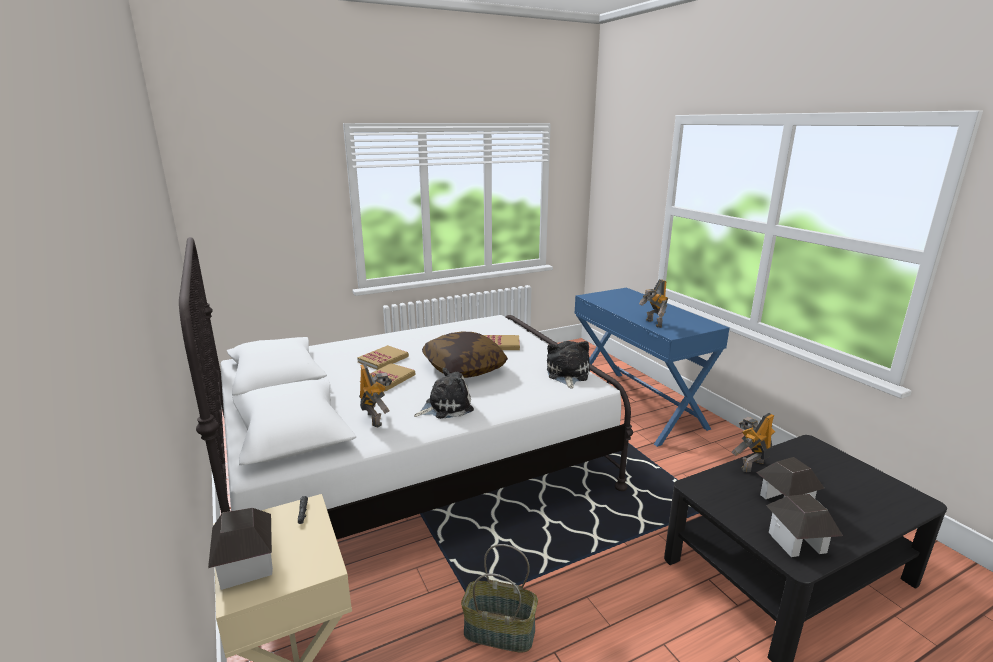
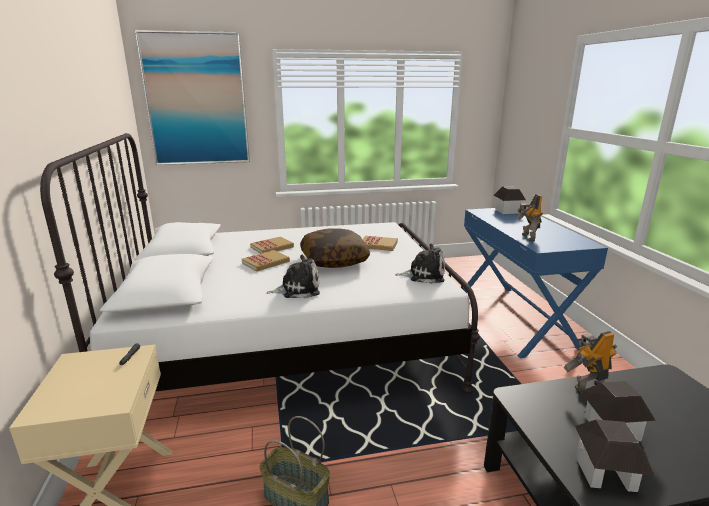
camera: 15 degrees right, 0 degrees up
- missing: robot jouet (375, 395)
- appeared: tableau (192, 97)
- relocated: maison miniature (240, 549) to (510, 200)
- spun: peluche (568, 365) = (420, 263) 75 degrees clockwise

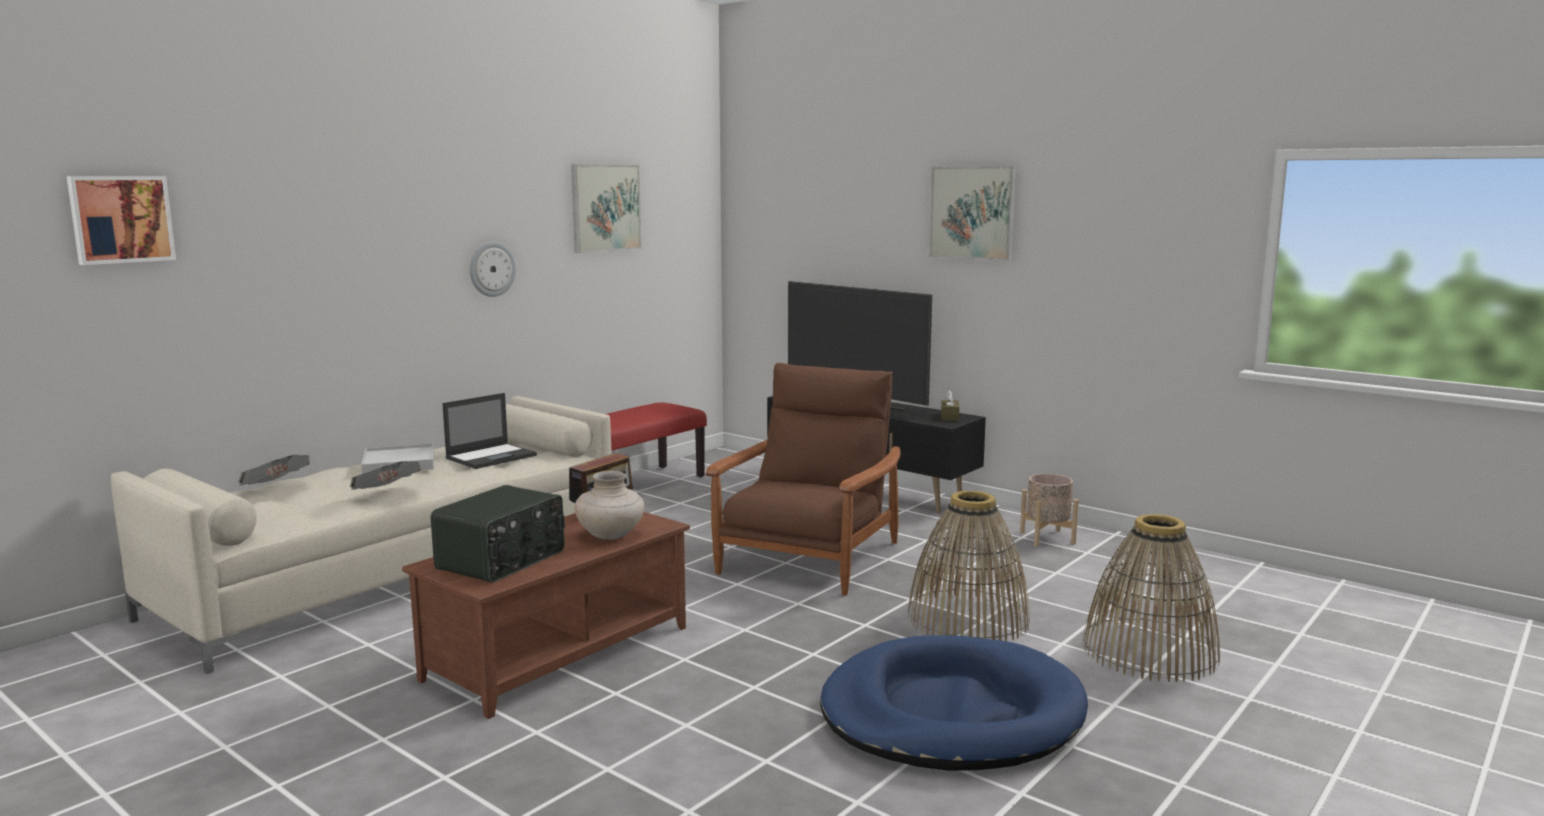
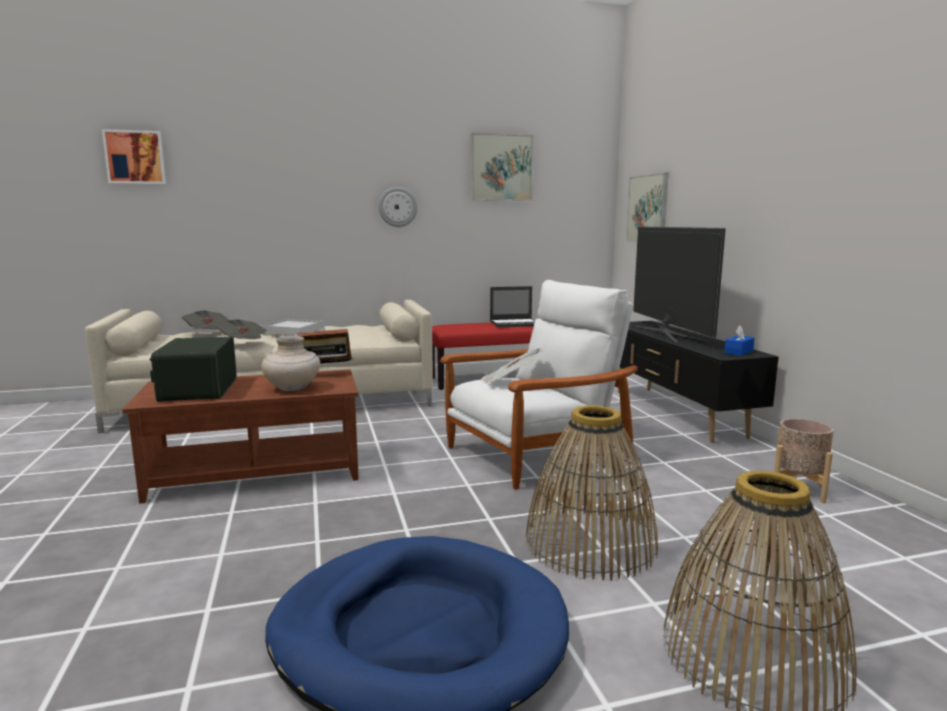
camera: 35 degrees right, 0 degrees up
- appeared: journal (512, 366)
- relocated: ordinateur portable (489, 431) to (512, 306)
- relocated: tableau (972, 213) to (647, 207)
- colour: fauteuil/marron (803, 479) to fauteuil/blanc (539, 385)
- colour: boîte à mouchoirs/marron (950, 405) to boîte à mouchoirs/bleu (739, 340)
- spun: radio (498, 534) = (193, 369) 105 degrees clockwise

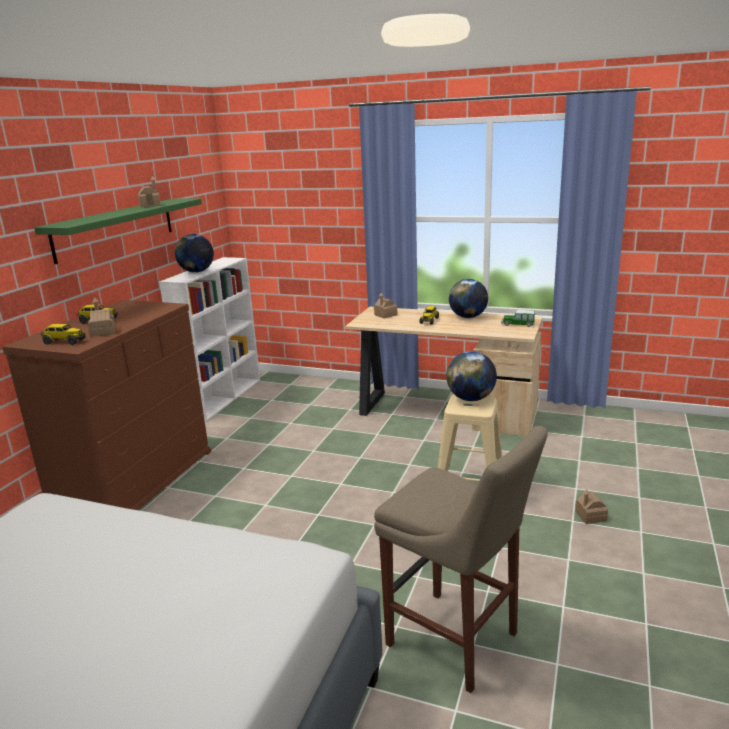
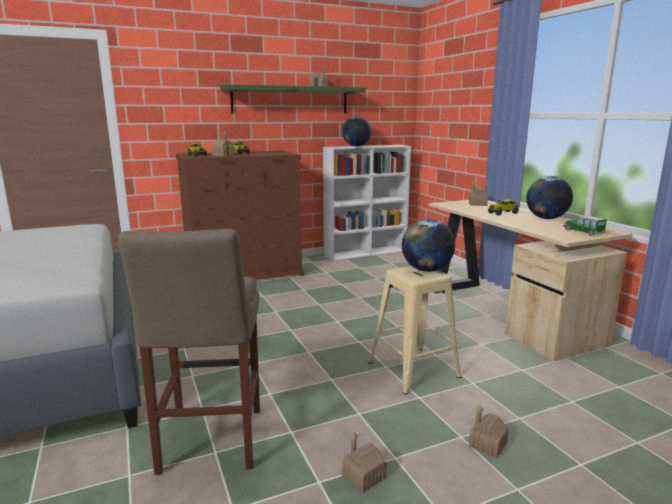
camera: 45 degrees right, 5 degrees down
- appeared: maison miniature (364, 462)

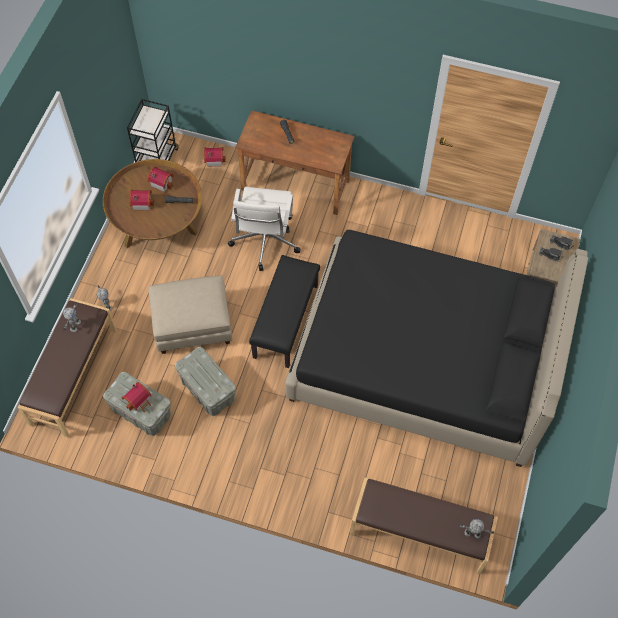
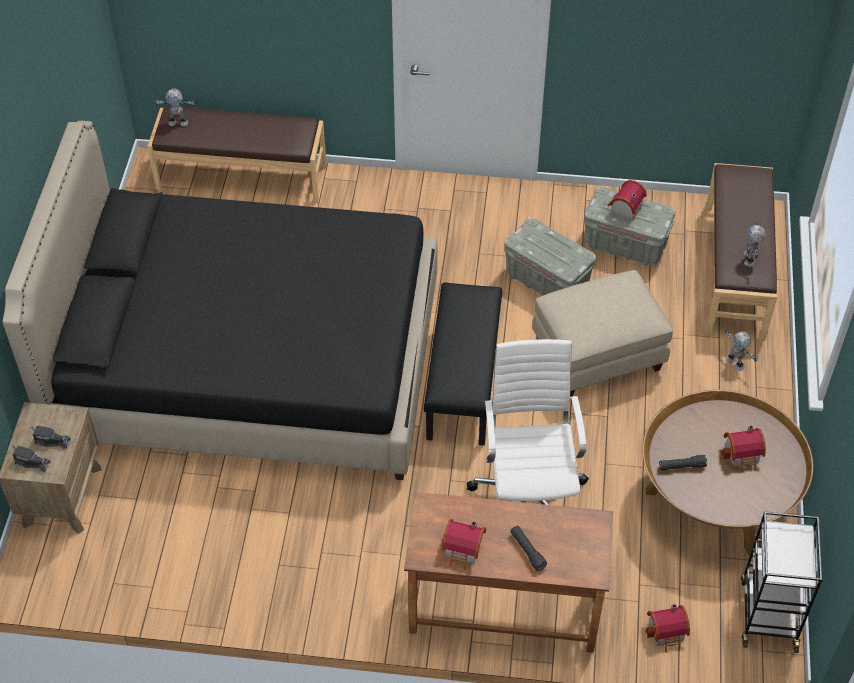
camera: 170 degrees right, 10 degrees down
- relocated: maison miniature (161, 179) to (463, 544)

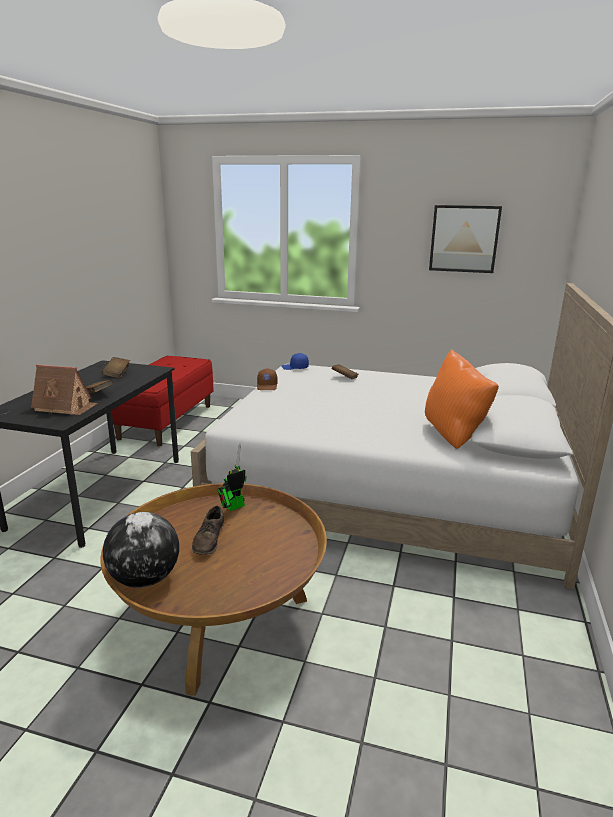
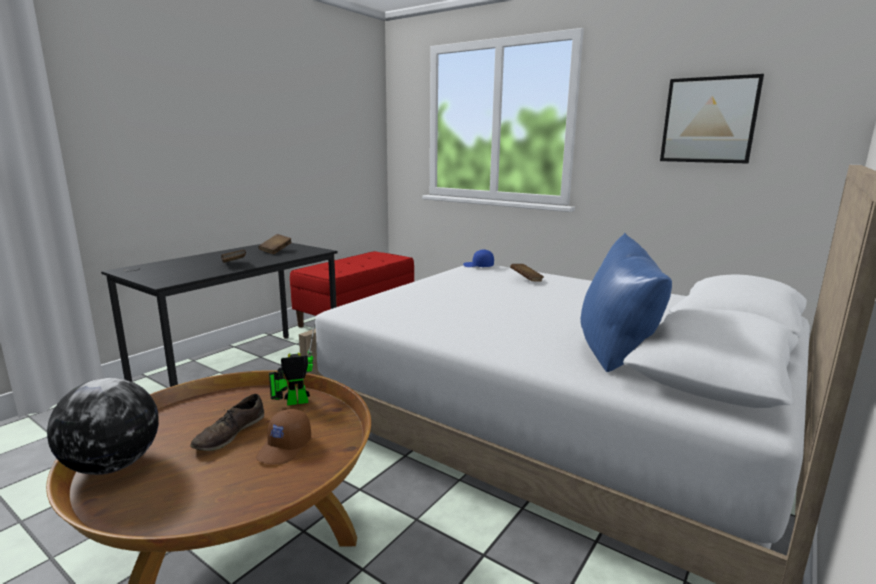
camera: 20 degrees right, 5 degrees down
- missing: maison miniature (64, 389)
- relocated: casquette/marron (267, 379) to (283, 436)
- colour: coussin/orange (462, 399) to coussin/bleu (626, 302)

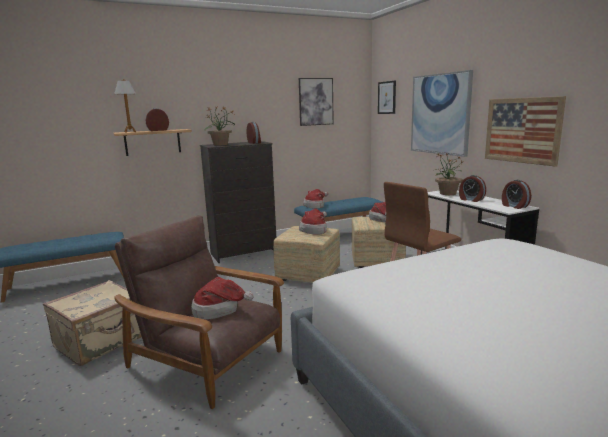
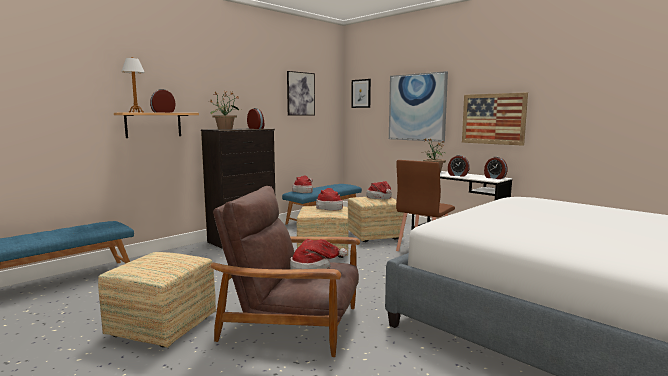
camera: 20 degrees left, 5 degrees down
- exchanged: valise/beige (92, 323) to pouf (157, 300)

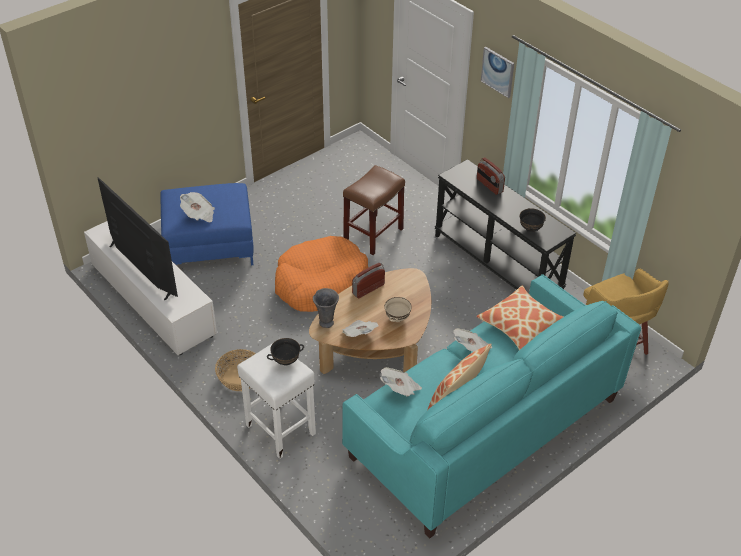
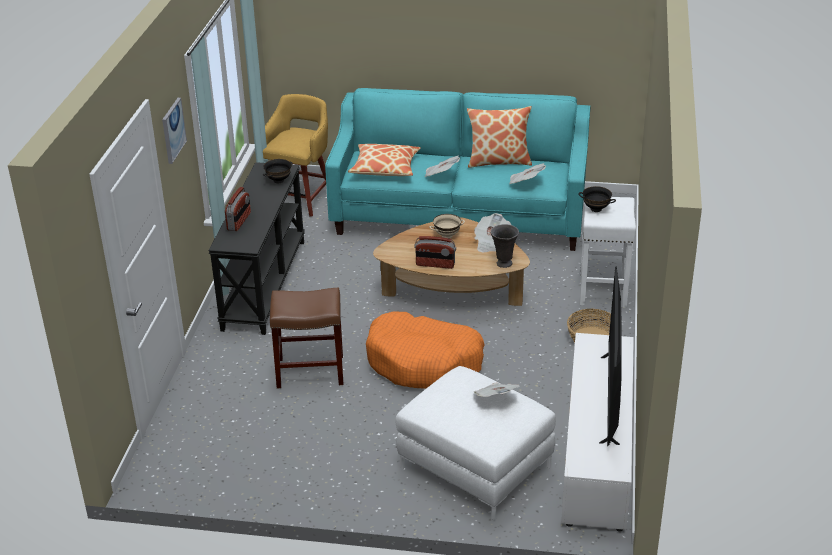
camera: 130 degrees left, 10 degrees down
- colour: pouf/bleu (207, 224) to pouf/blanc (475, 443)

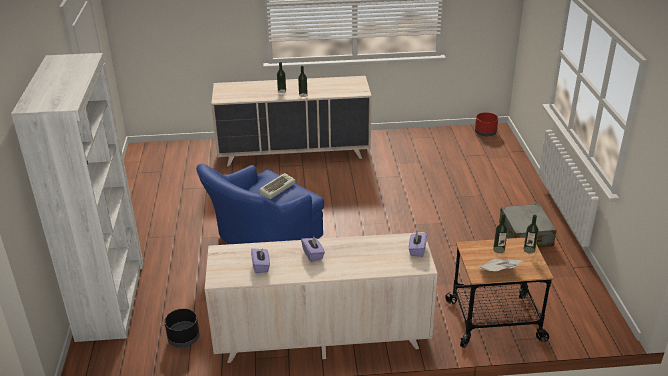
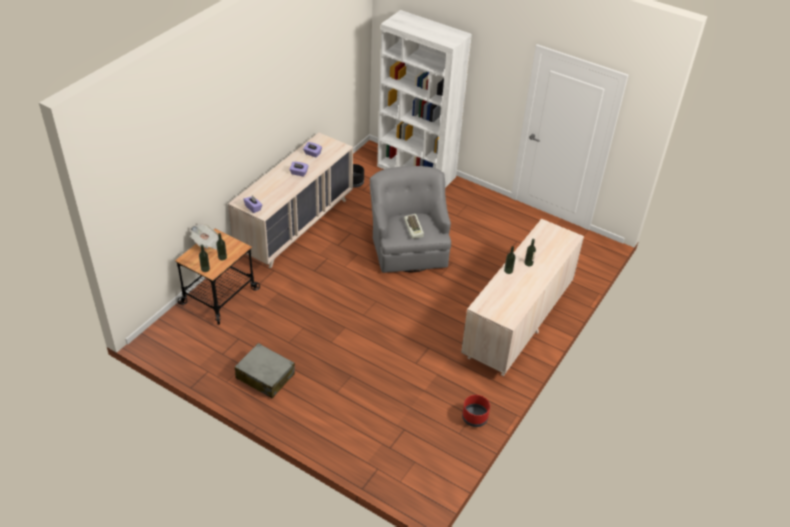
camera: 125 degrees right, 10 degrees up
- relocated: cache-pot/rouge (486, 124) to (476, 411)
- colour: fauteuil/bleu (260, 204) to fauteuil/gris (410, 219)

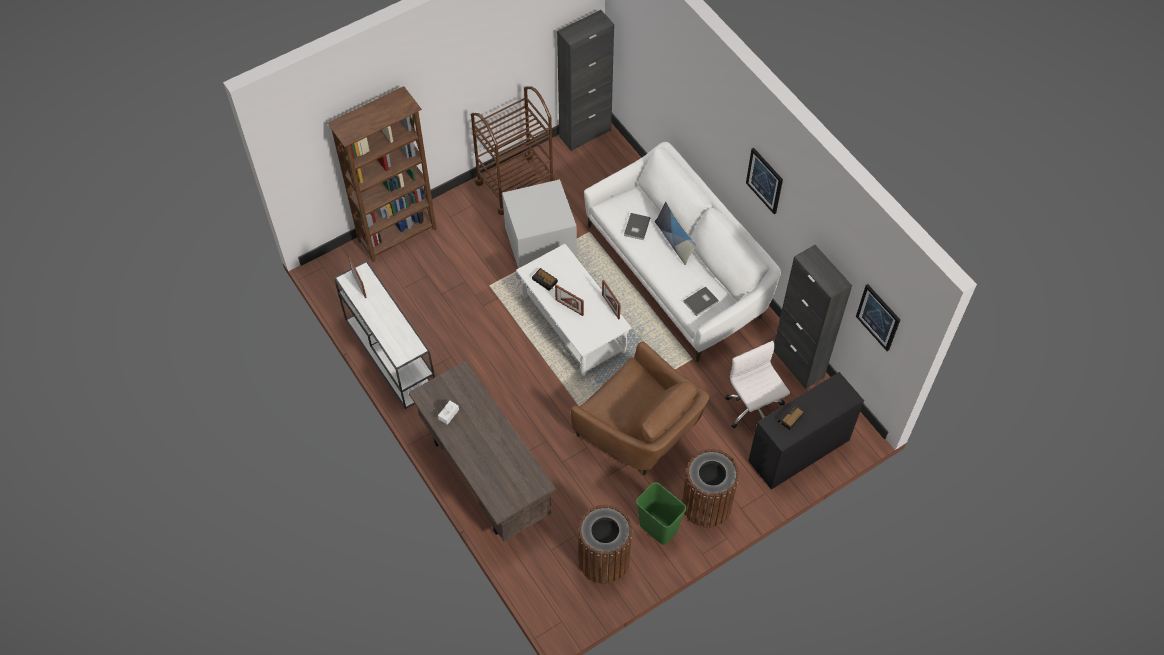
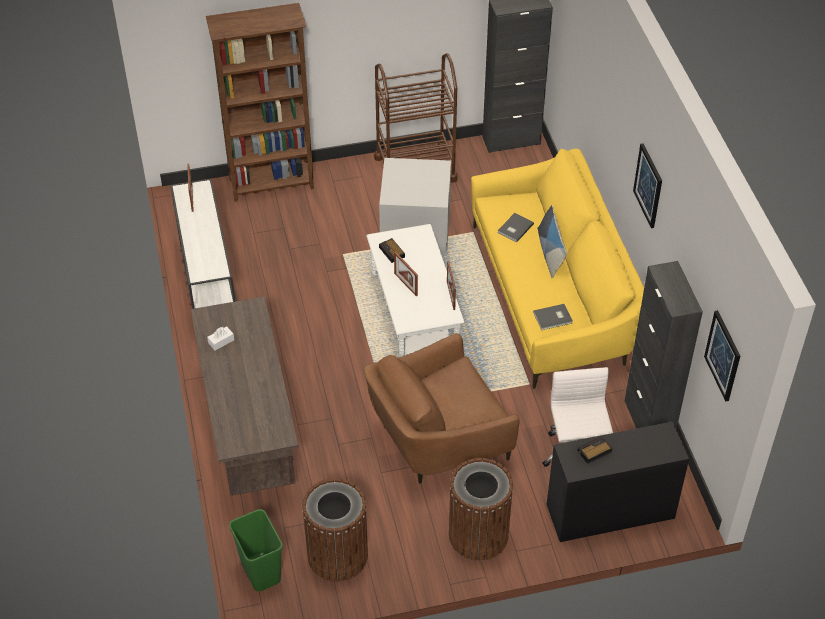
camera: 20 degrees right, 10 degrees down
- relocated: poubelle/vert (661, 513) to (256, 550)
- colour: canapé/blanc (682, 252) to canapé/jaune (557, 269)
- spun: fauteuil/marron (639, 408) = (442, 408) 90 degrees clockwise

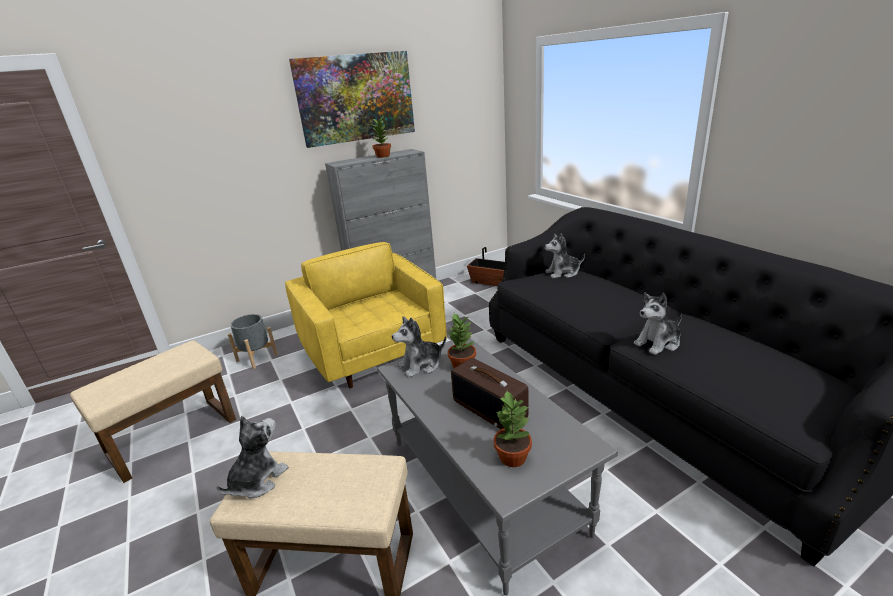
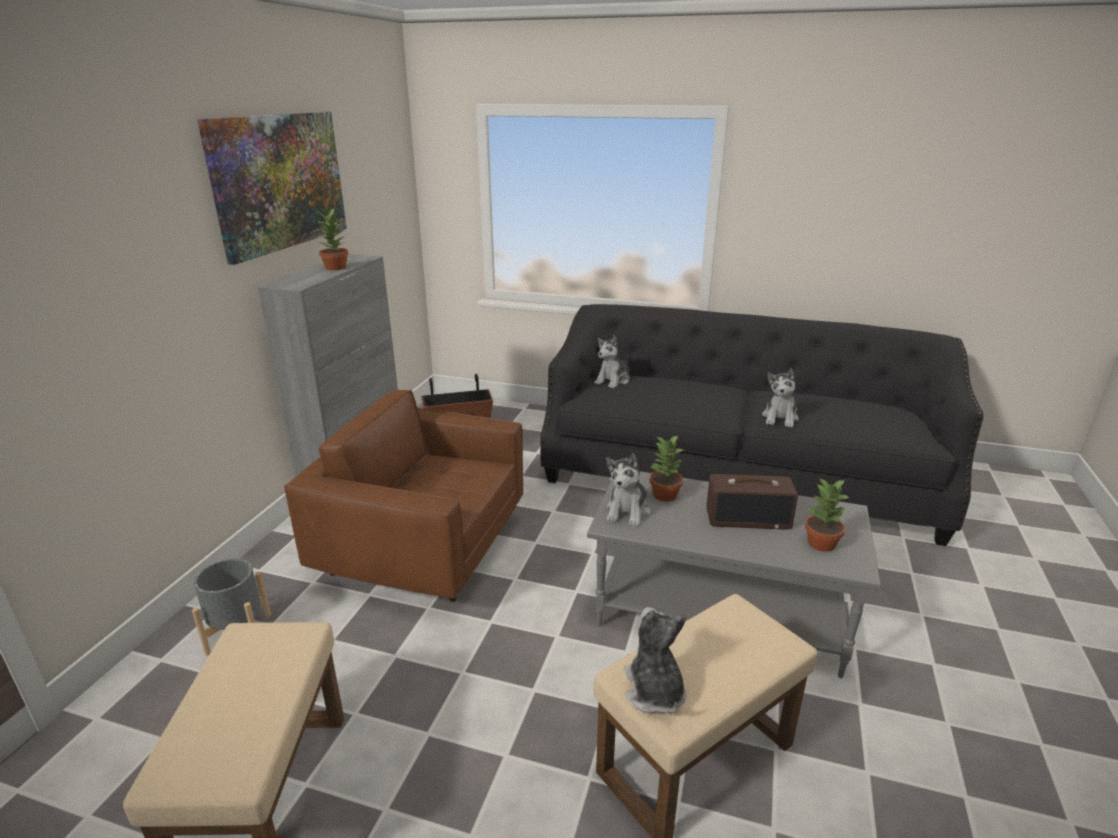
camera: 45 degrees left, 0 degrees up
- colour: fauteuil/jaune (366, 315) to fauteuil/marron (403, 496)

